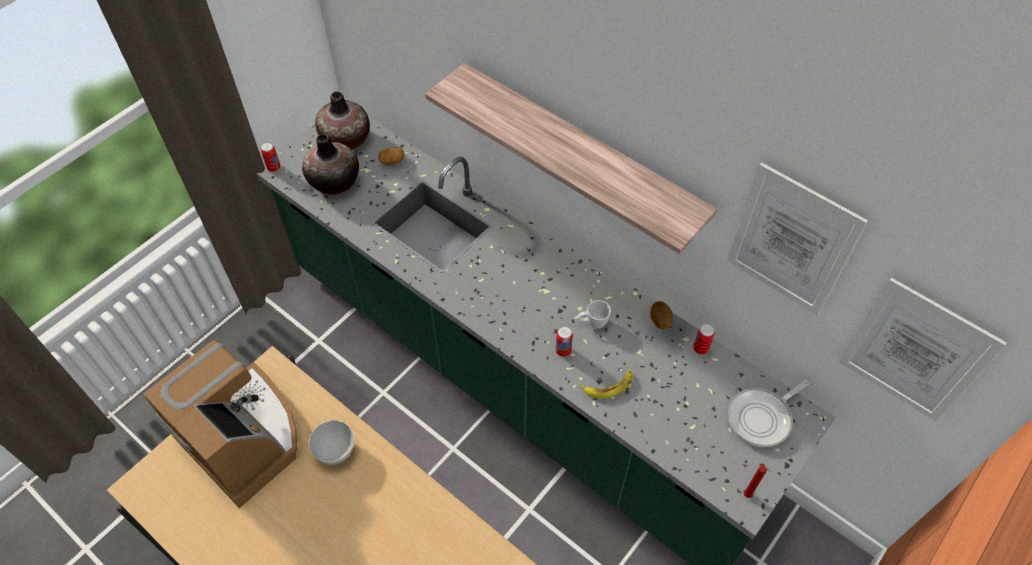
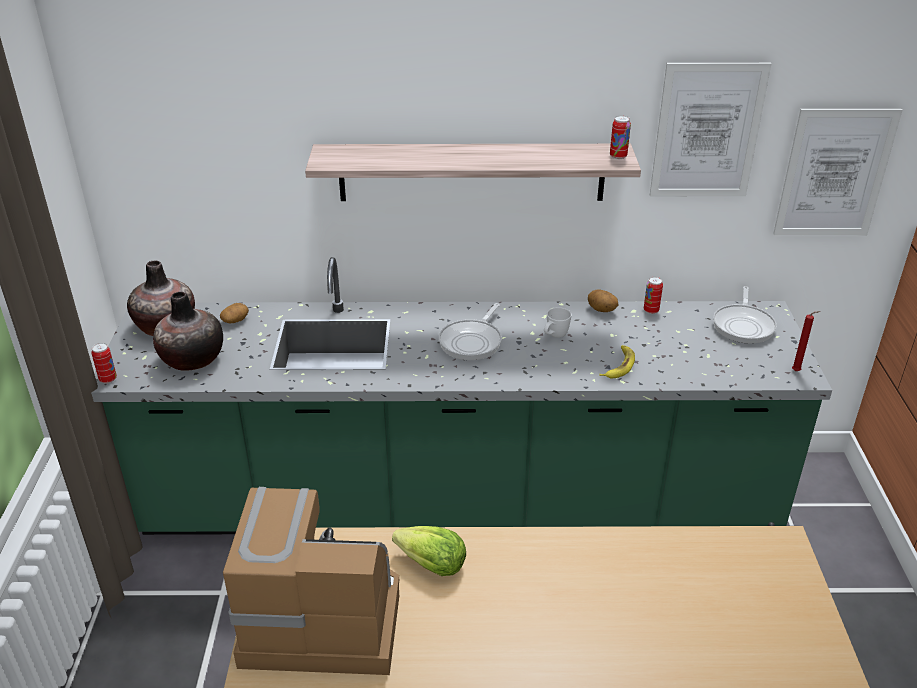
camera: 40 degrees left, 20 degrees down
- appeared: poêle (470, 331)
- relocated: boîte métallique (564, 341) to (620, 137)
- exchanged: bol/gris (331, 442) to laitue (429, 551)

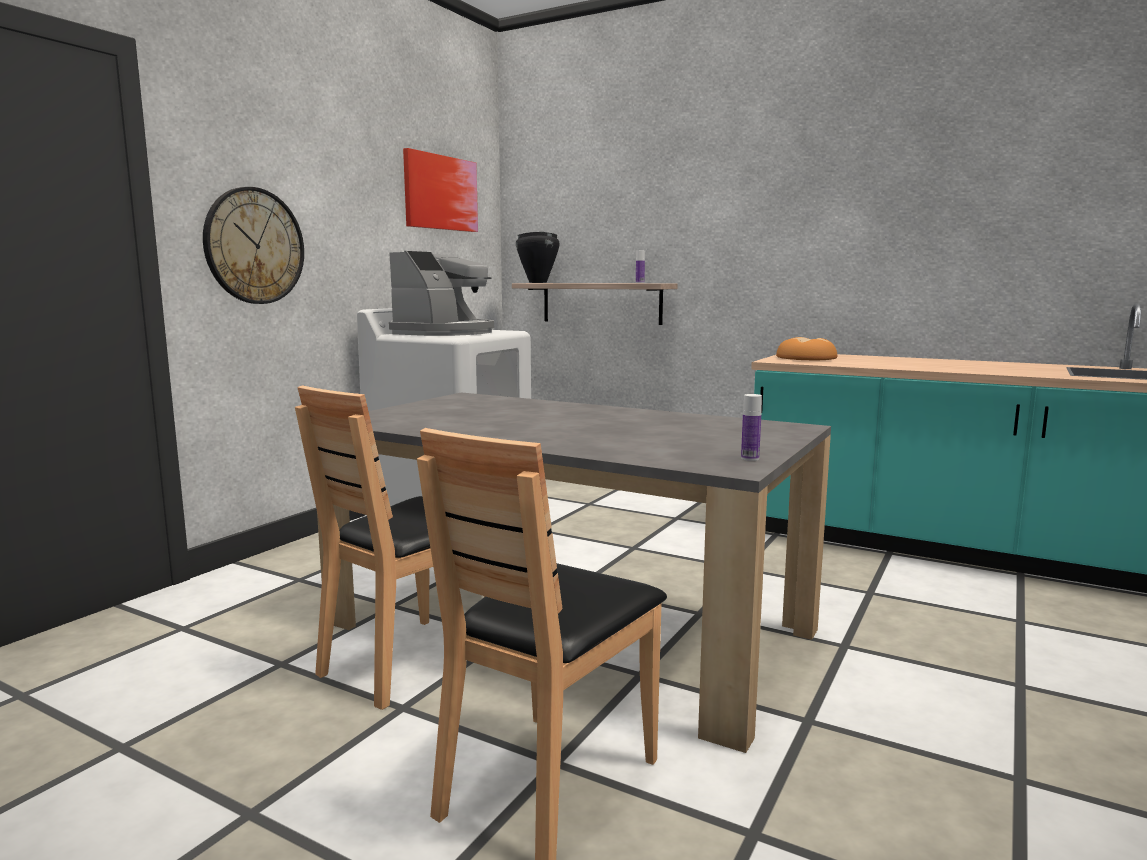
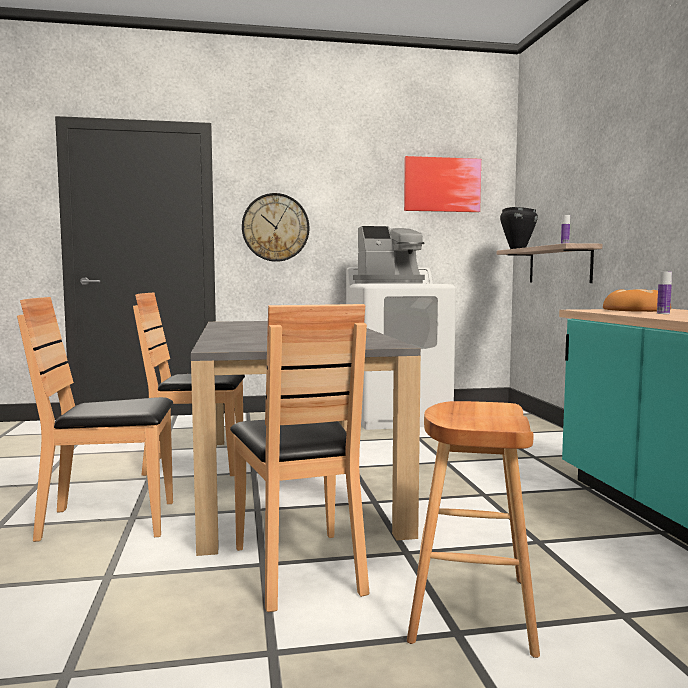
camera: 50 degrees right, 5 degrees down
- appeared: chaise/marron (300, 458)
- appeared: tabouret/marron (473, 529)
- relocated: bouteille (751, 427) to (664, 292)

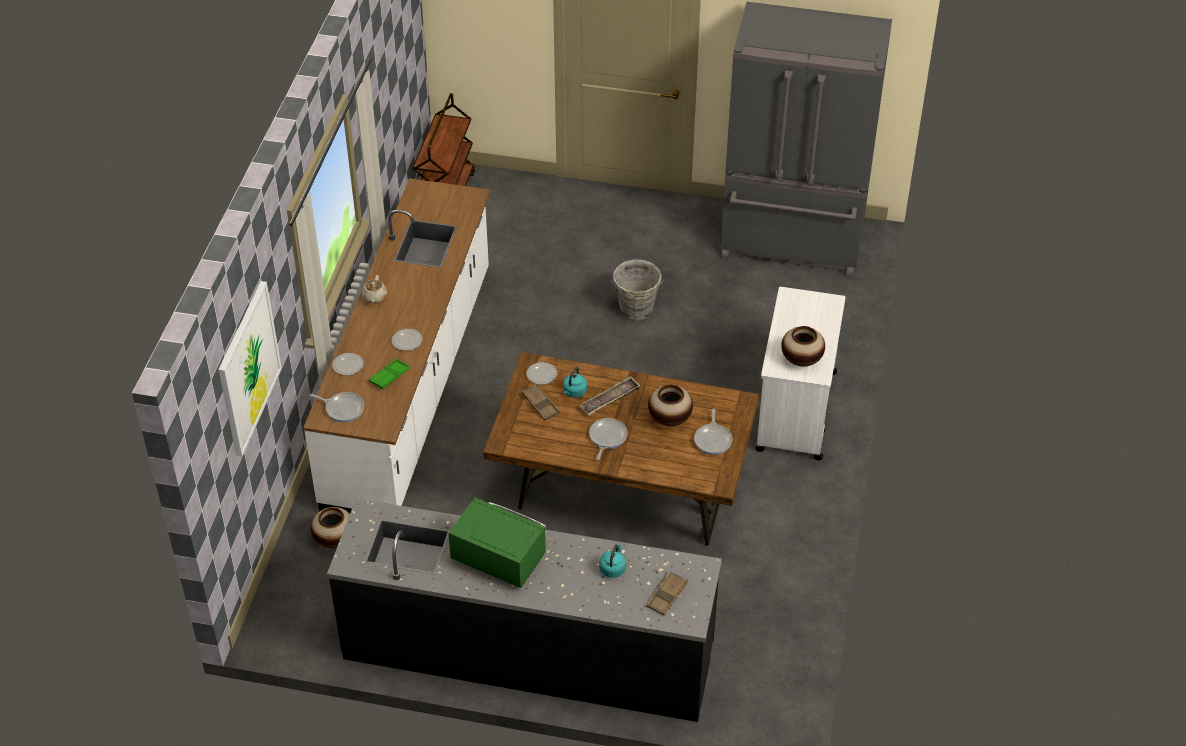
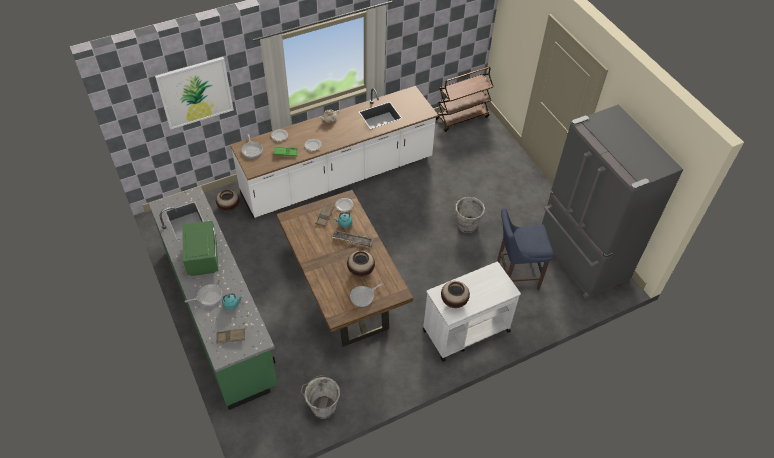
camera: 50 degrees right, 5 degrees up
- appeared: seau/gris (320, 397)
- appeared: tabouret/bleu (525, 249)
- relocated: poêle (608, 439) to (203, 295)
- colour: comptoir de cuisine/noir (524, 610) to comptoir de cuisine/vert (213, 298)

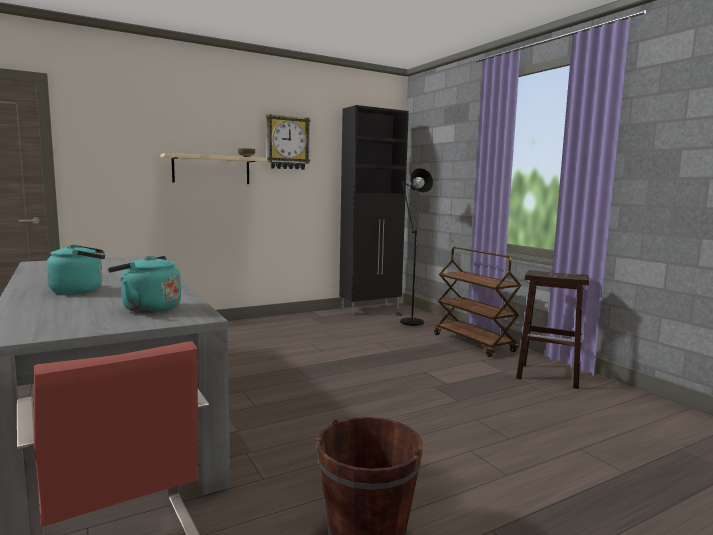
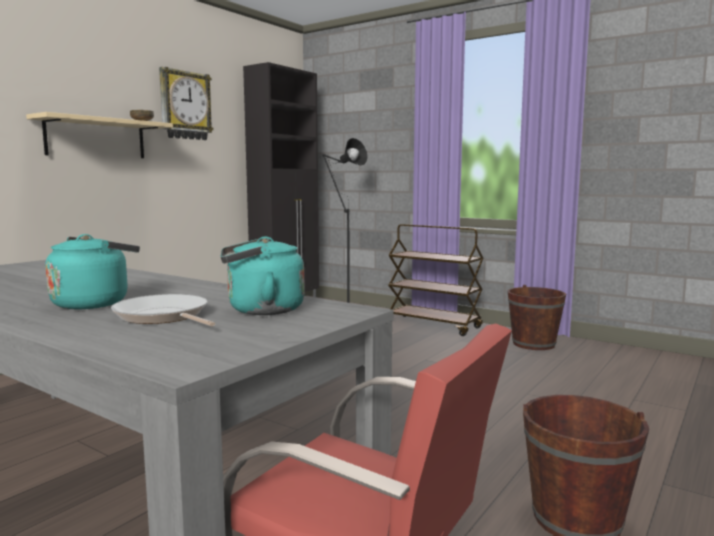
camera: 25 degrees left, 0 degrees up
- appeared: poêle (163, 310)
- exchanged: tabouret/marron (552, 329) to seau/marron (536, 317)

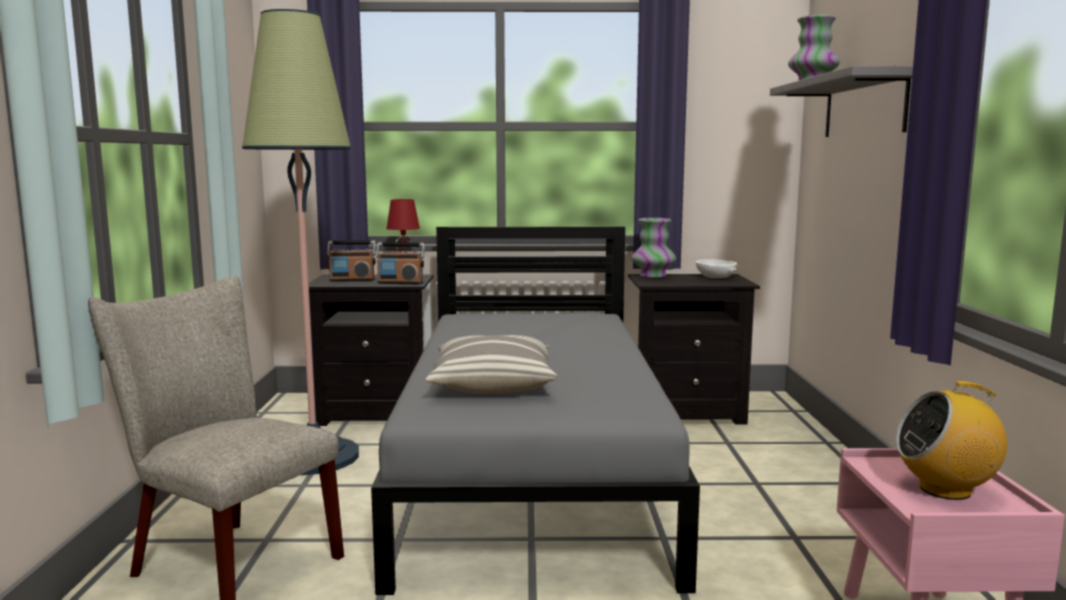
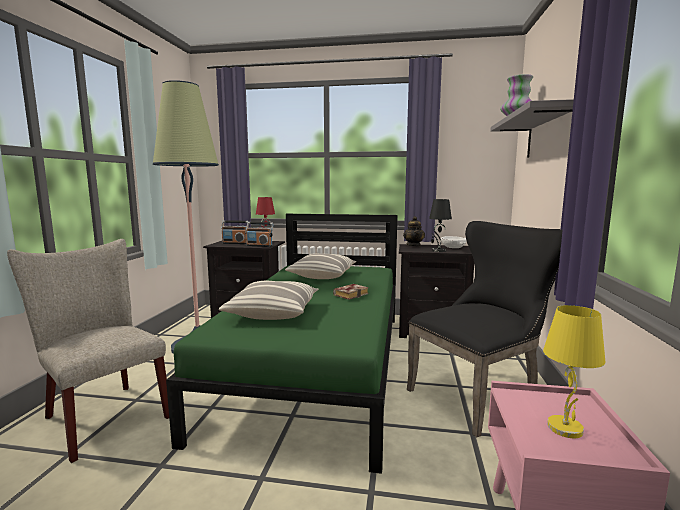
camera: 10 degrees right, 0 degrees up
- appeared: coussin (320, 266)
- appeared: livre (351, 292)
- appeared: chaise/noir (485, 329)
- appeared: lampe de table/noir (440, 225)
- exchanged: vase (654, 247) to théière (414, 231)
- exchanged: radio (951, 440) to lampe de table/jaune (574, 371)
- colour: lit/gris (535, 411) to lit/vert (281, 343)

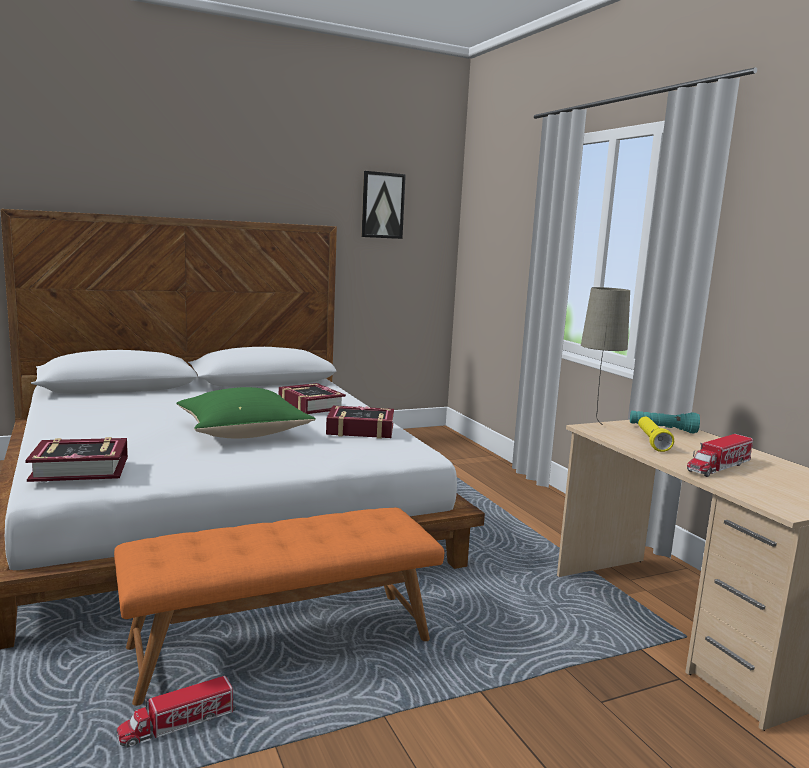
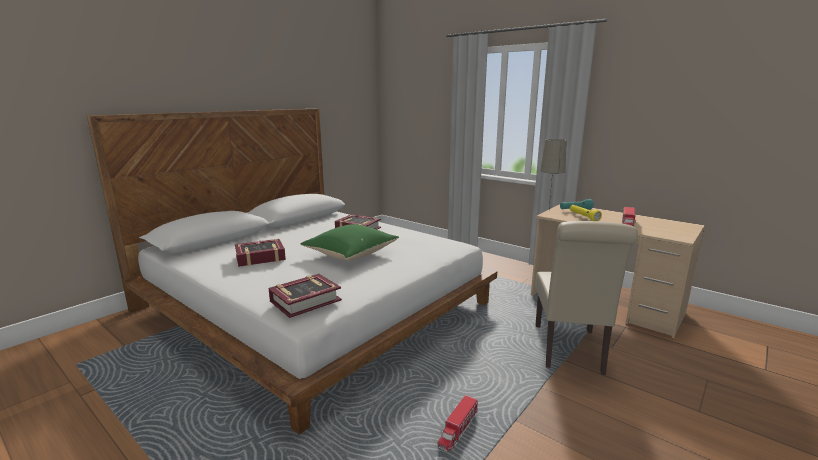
camera: 25 degrees left, 5 degrees up
- missing: banc/orange (279, 607)
- missing: tableau (384, 205)
- appeared: chaise/beige (586, 298)
- relocated: livre (360, 422) to (260, 253)

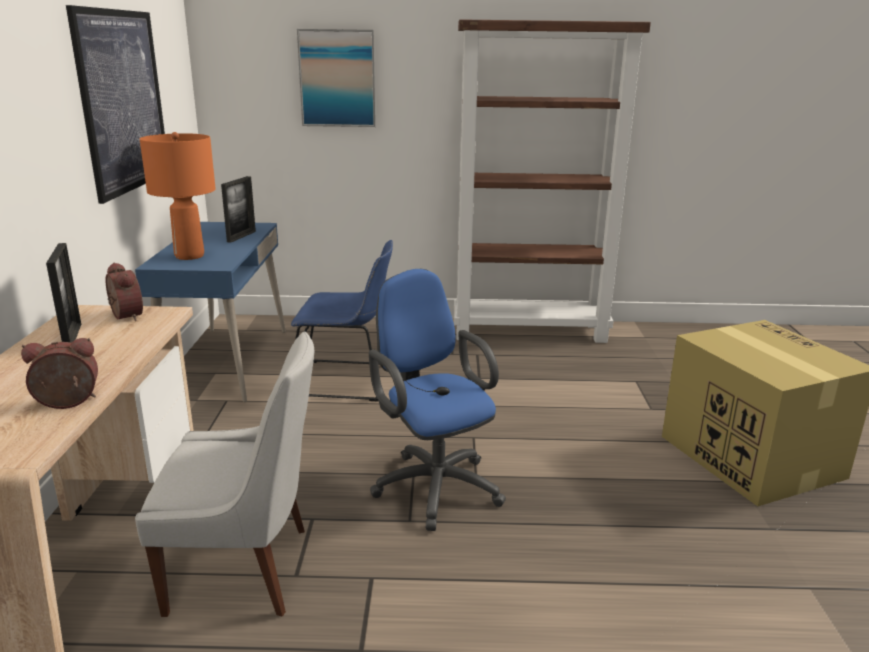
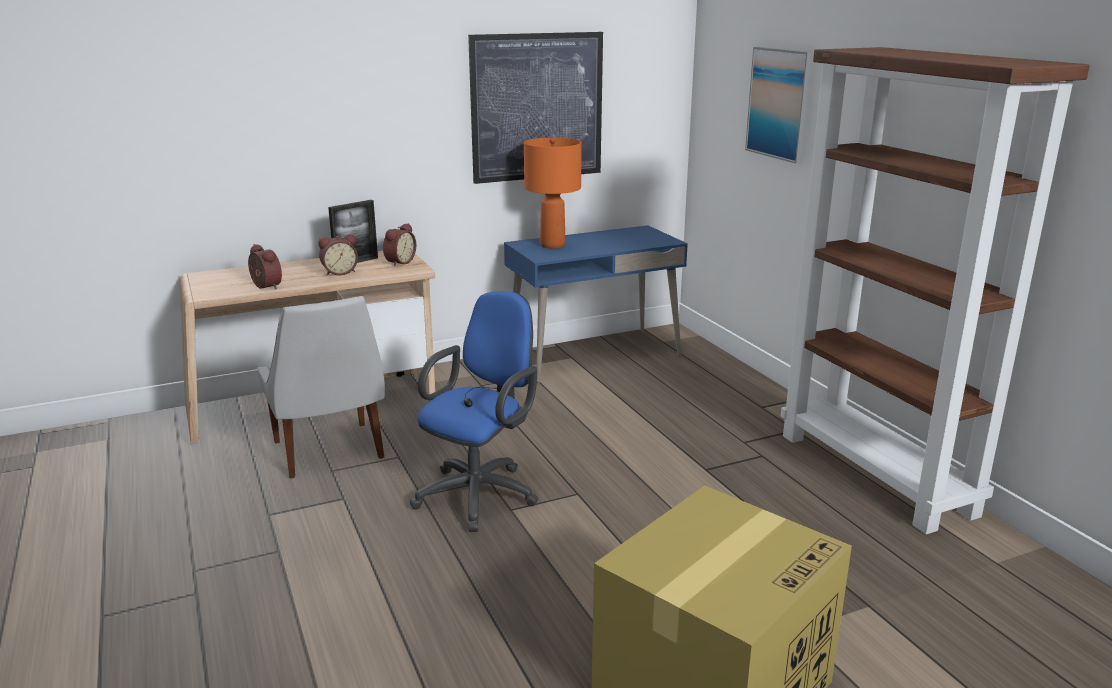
camera: 65 degrees right, 0 degrees up
- missing: cadre photo (238, 209)
- missing: chaise/bleu (342, 320)
- appeared: réveil (338, 255)

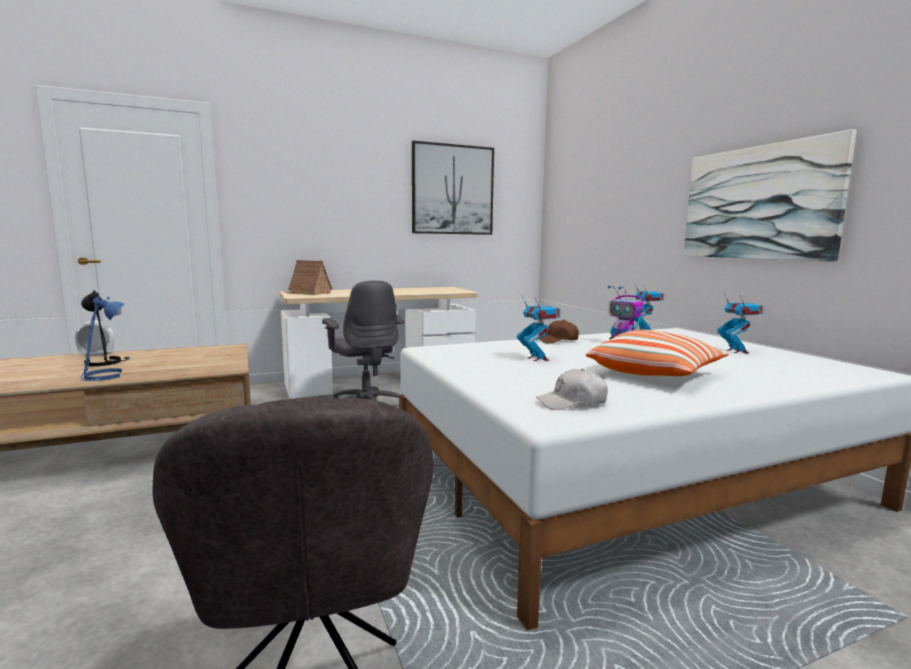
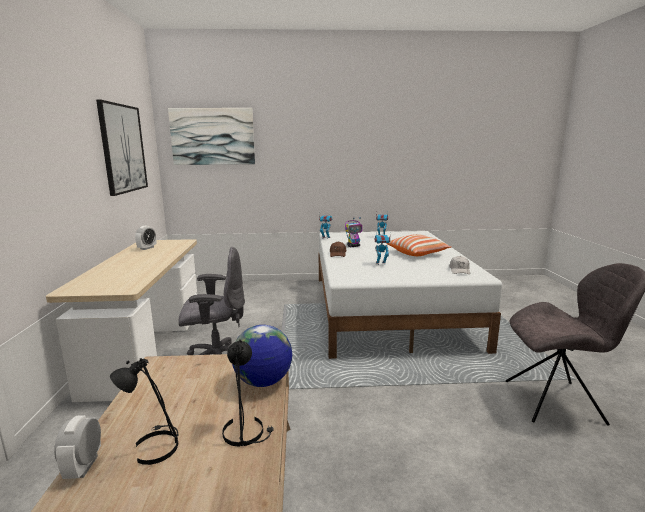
camera: 70 degrees left, 5 degrees up
- missing: maison miniature (309, 277)
- appeared: réveil (145, 238)
- appeared: globe (262, 356)
- relocated: tableau (770, 195) to (211, 136)
- colour: lampe de table/bleu (102, 339) to lampe de table/noir (248, 393)

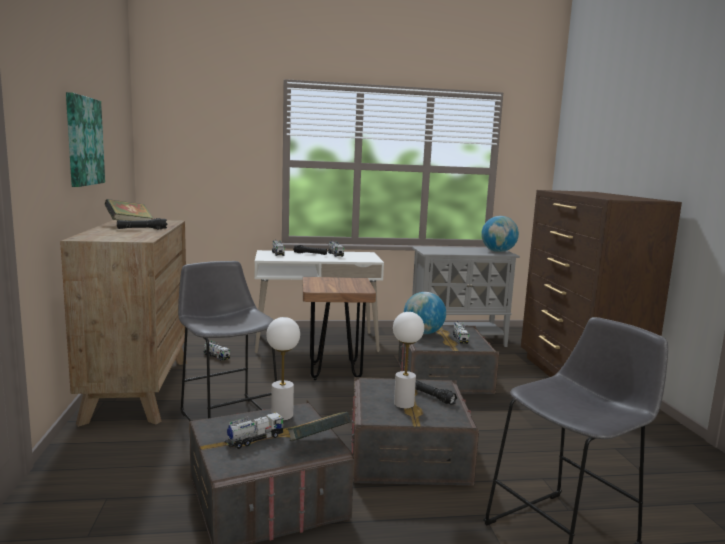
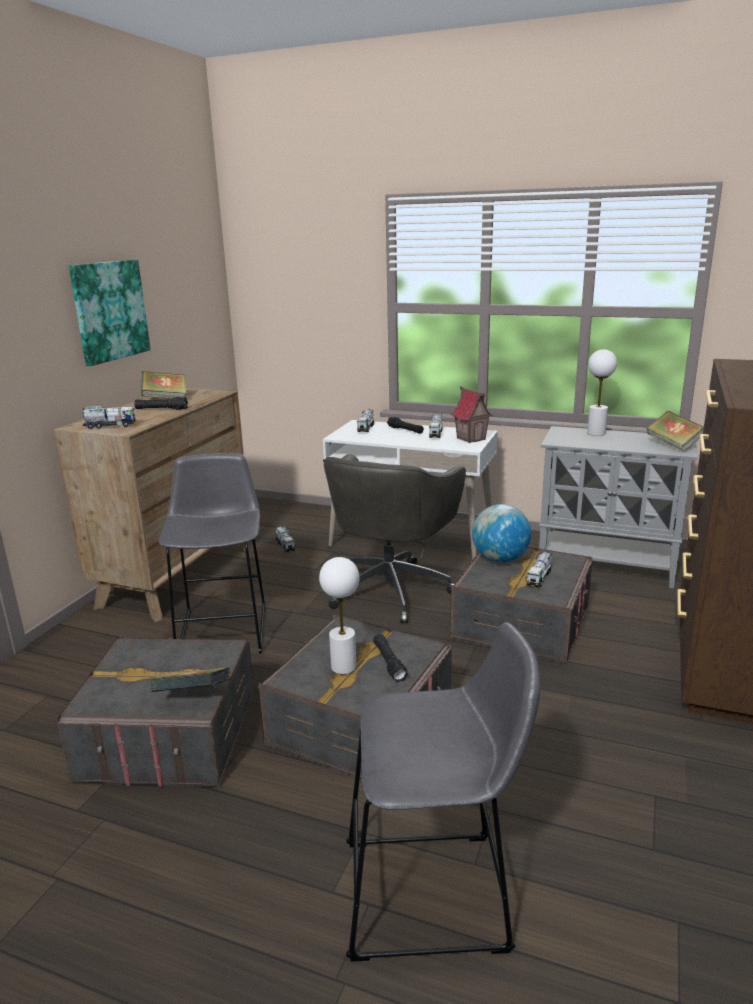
camera: 30 degrees right, 10 degrees up
- appeared: maison miniature (472, 414)
- relocated: camion jouet (254, 430) to (109, 417)
- relocated: lampe de table/blanc (283, 369) to (602, 392)
- exchanged: tabouret/marron (339, 328) to chaise de bureau/gris (394, 539)
- exchanged: globe (500, 234) to livre (675, 431)

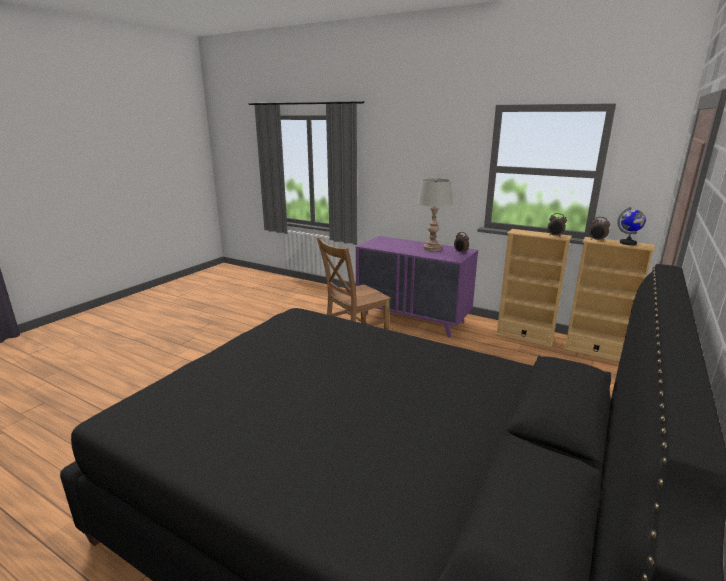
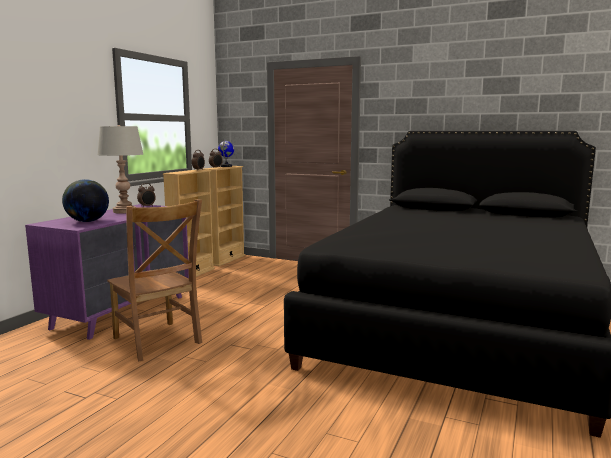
camera: 95 degrees left, 10 degrees down
- appeared: globe (85, 200)

